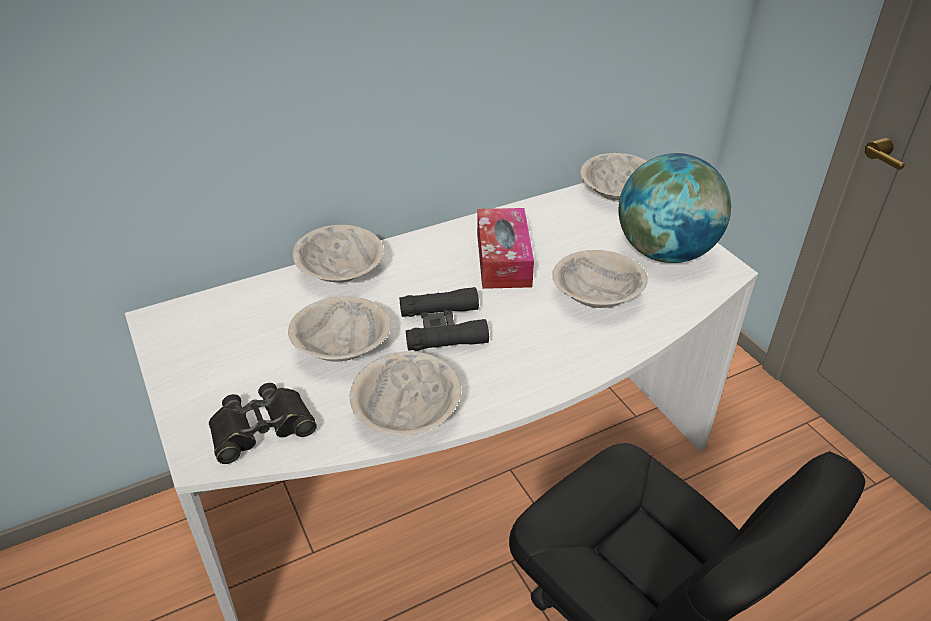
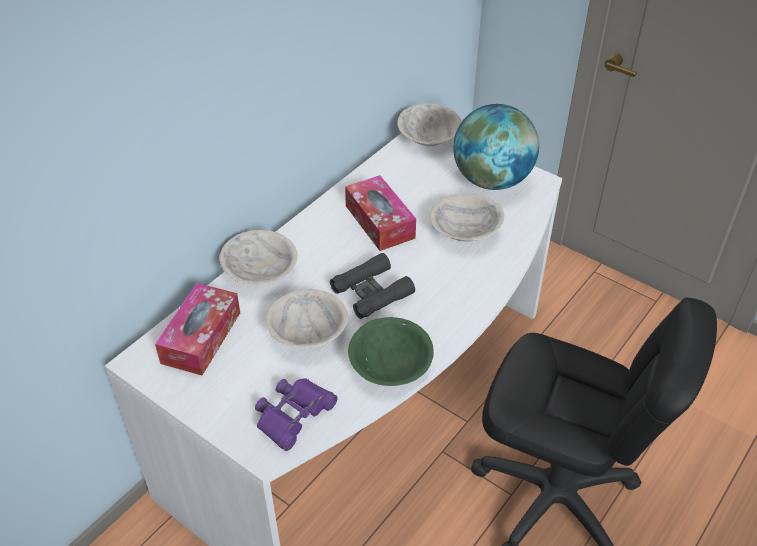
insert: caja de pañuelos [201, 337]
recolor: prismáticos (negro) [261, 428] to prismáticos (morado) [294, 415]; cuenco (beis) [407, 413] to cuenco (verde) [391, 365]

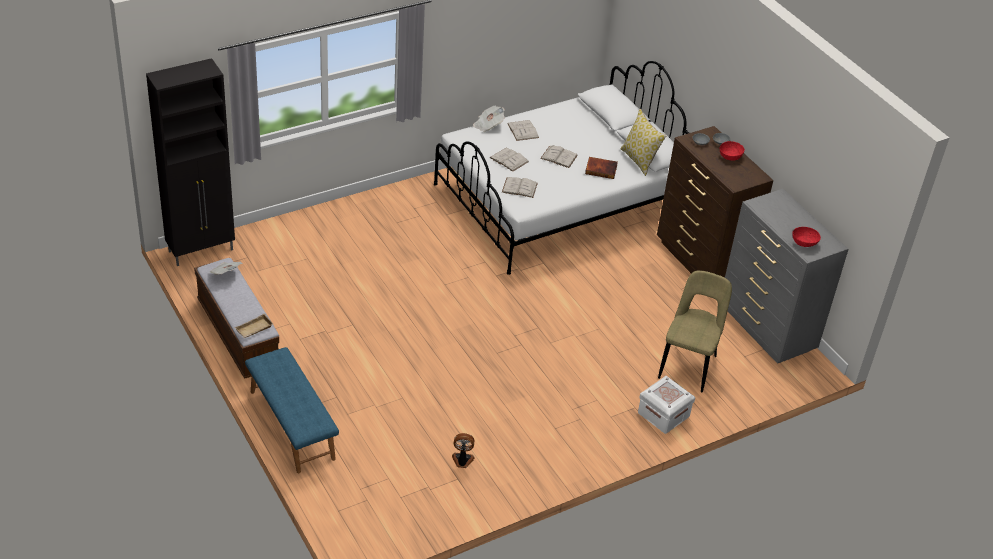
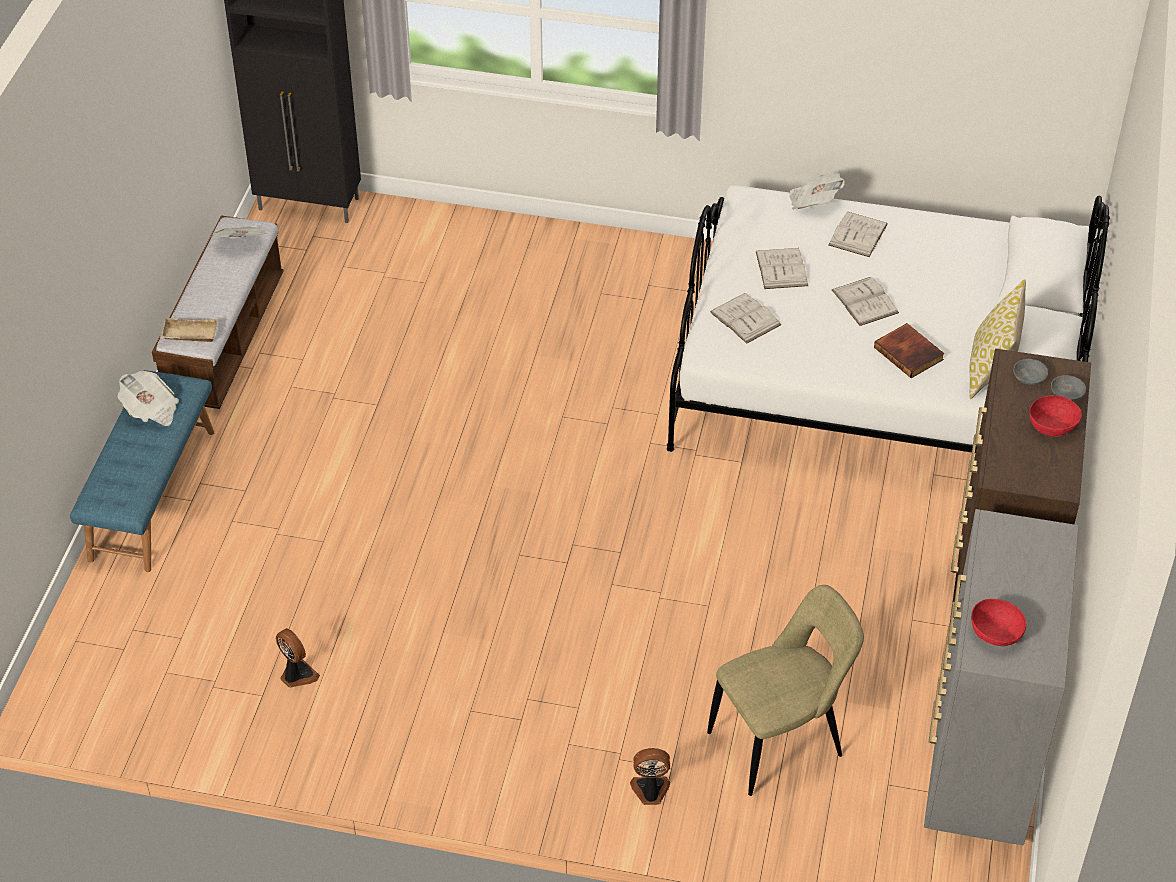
insert: periódico [151, 410]
replace: caja de almacenaje (blanco) [663, 414] to ventilador [650, 791]

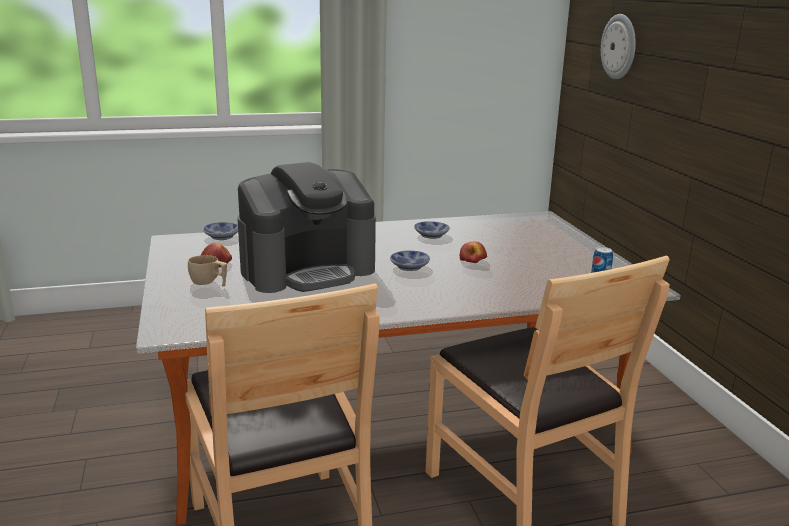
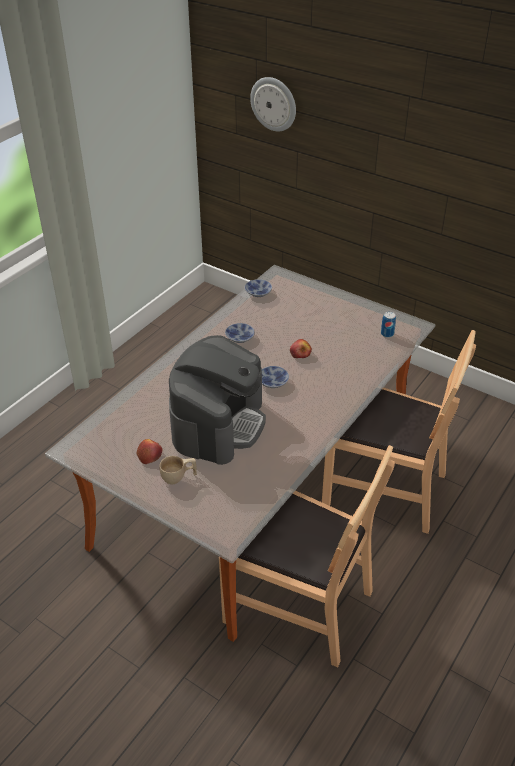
move: cuenco [220, 236] to [257, 293]

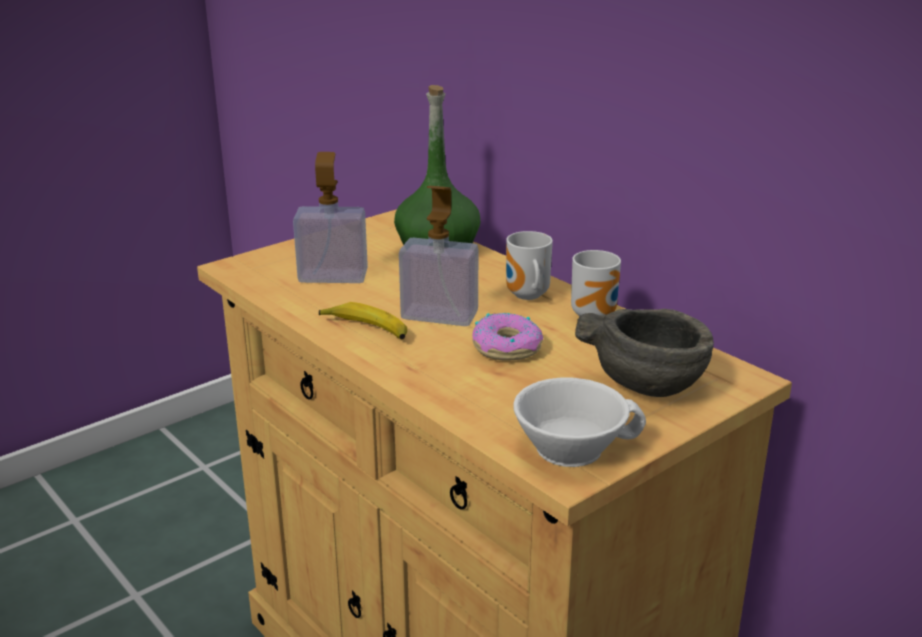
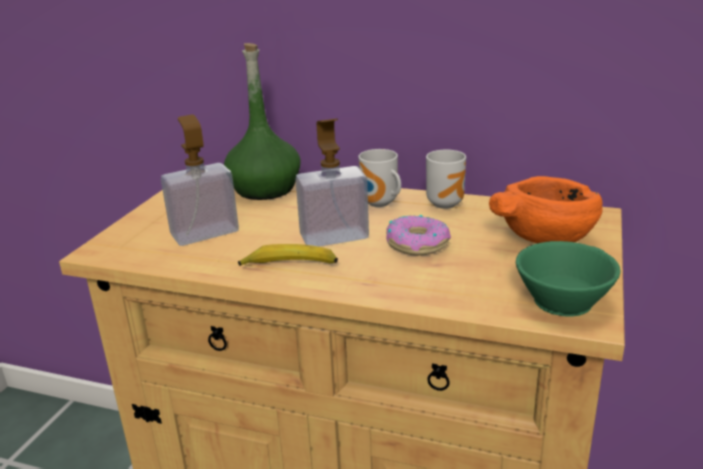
recolor: taza (blanco) [571, 445] to taza (verde) [561, 298]; cuenco (gris) [648, 383] to cuenco (naranja) [545, 237]

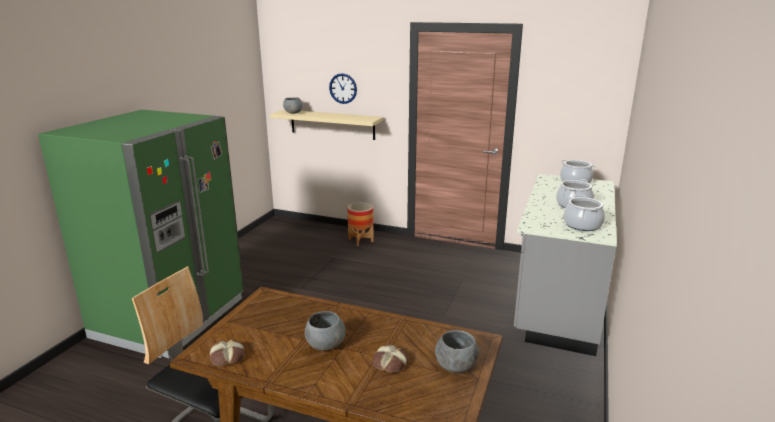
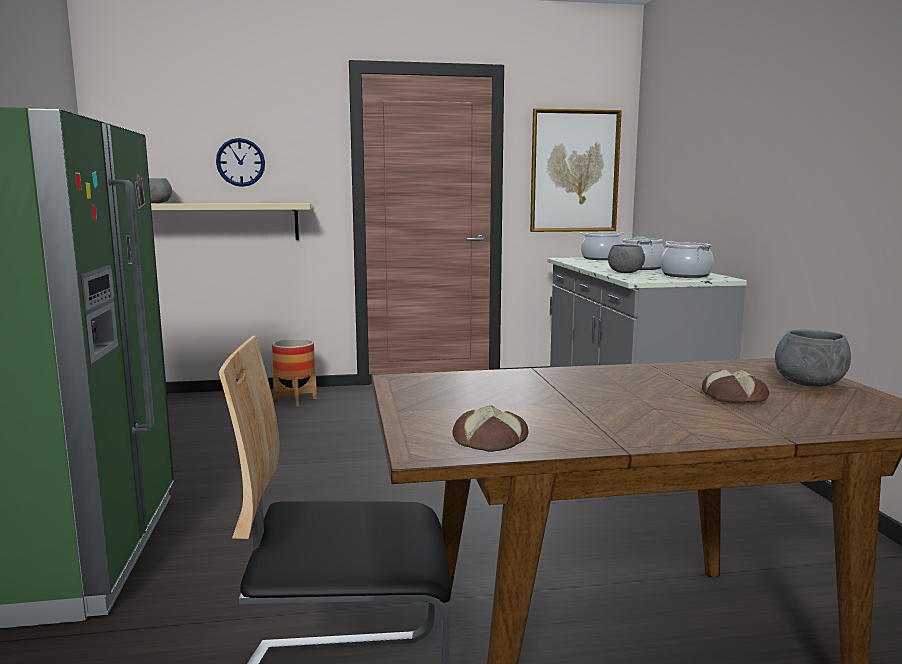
insert: cuadro [574, 171]
move: cuenco (gris) [325, 345] to [625, 272]

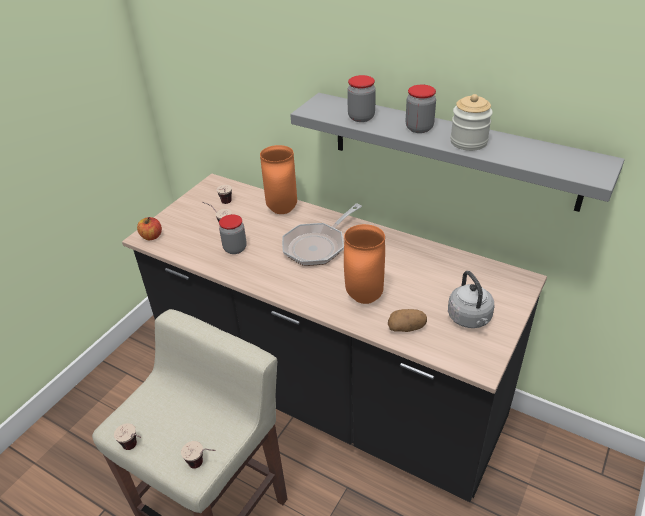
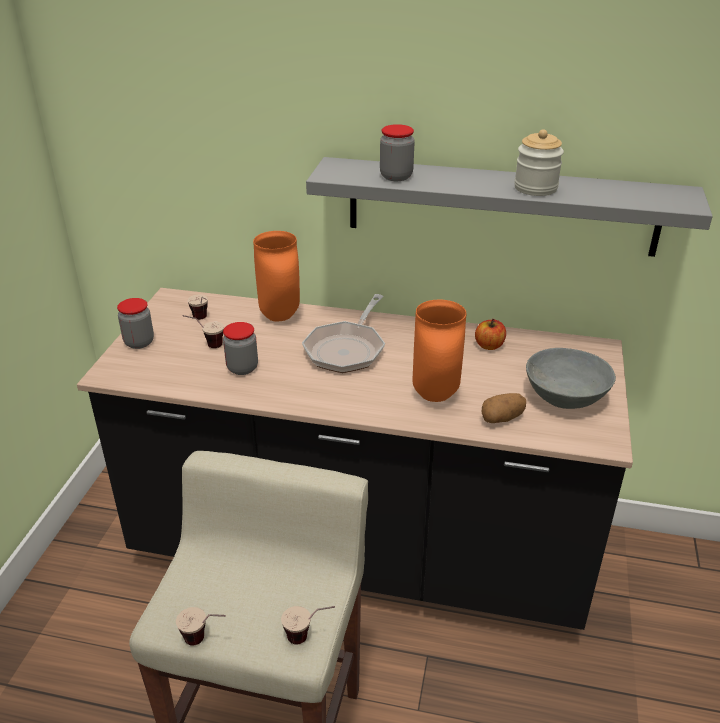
move: manzana [151, 236] to [489, 345]; tarro [419, 128] to [139, 342]
replace: hervidor (gris) [470, 319] to cuenco (gris) [566, 396]

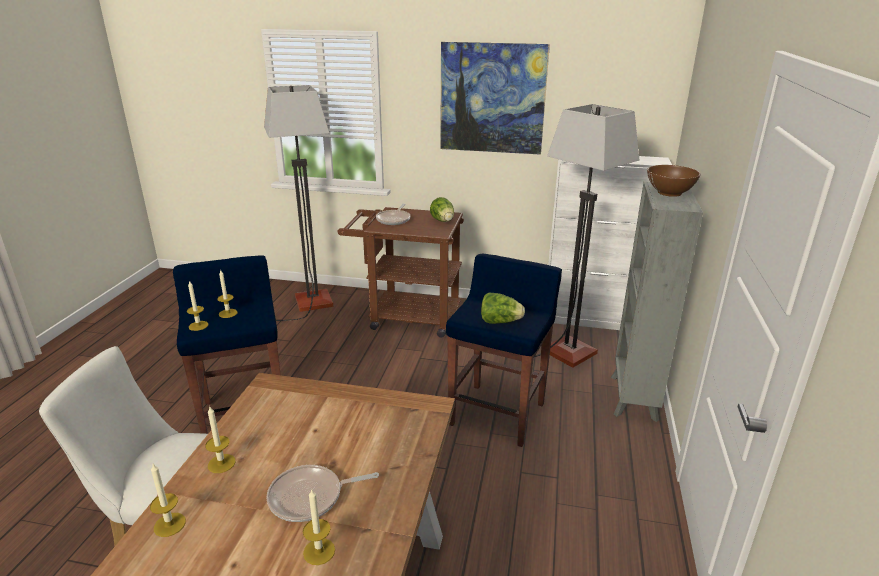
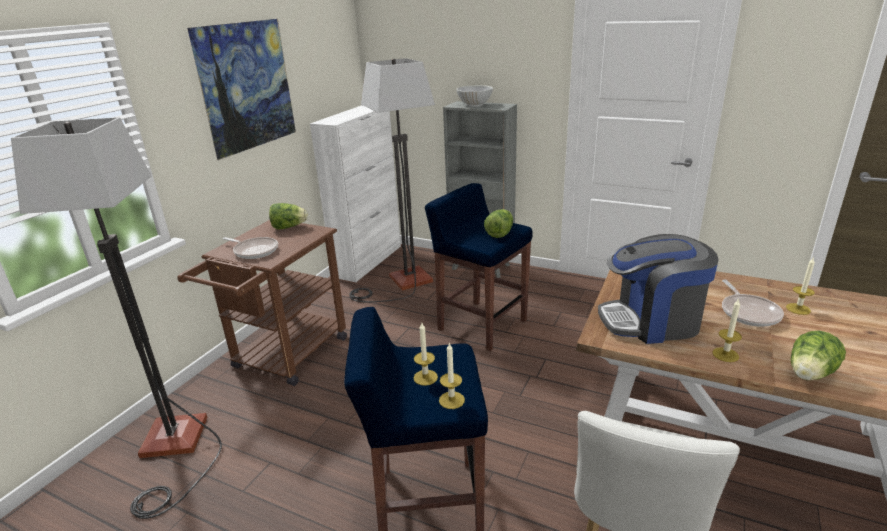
insert: cafetera [651, 321]
replace: vela [169, 524] to lechuga [809, 374]
recolor: cuenco (marrón) [670, 193] to cuenco (blanco) [474, 105]

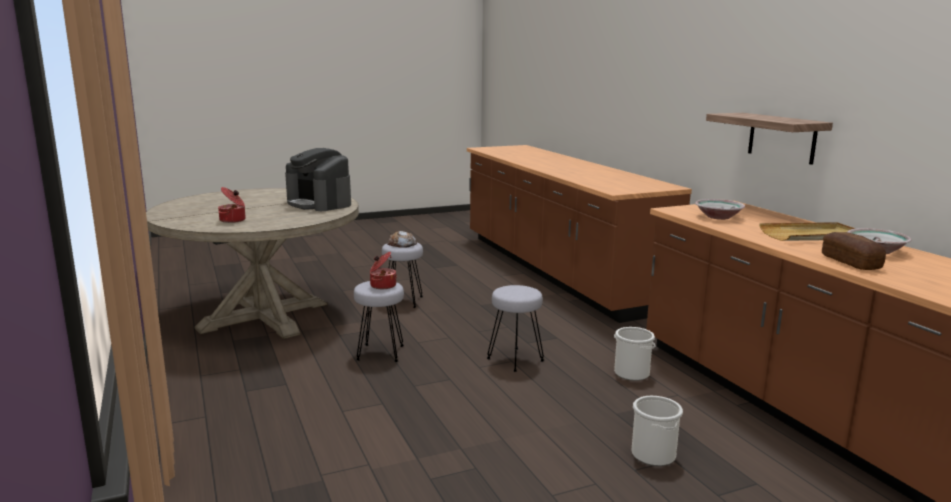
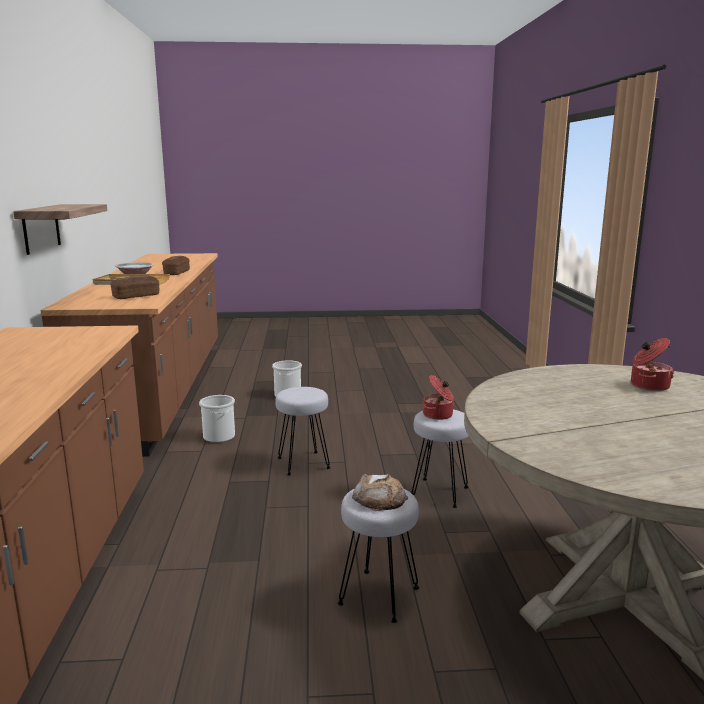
delete: cafetera [319, 203]
replace: cuenco [718, 217] to pan [136, 296]

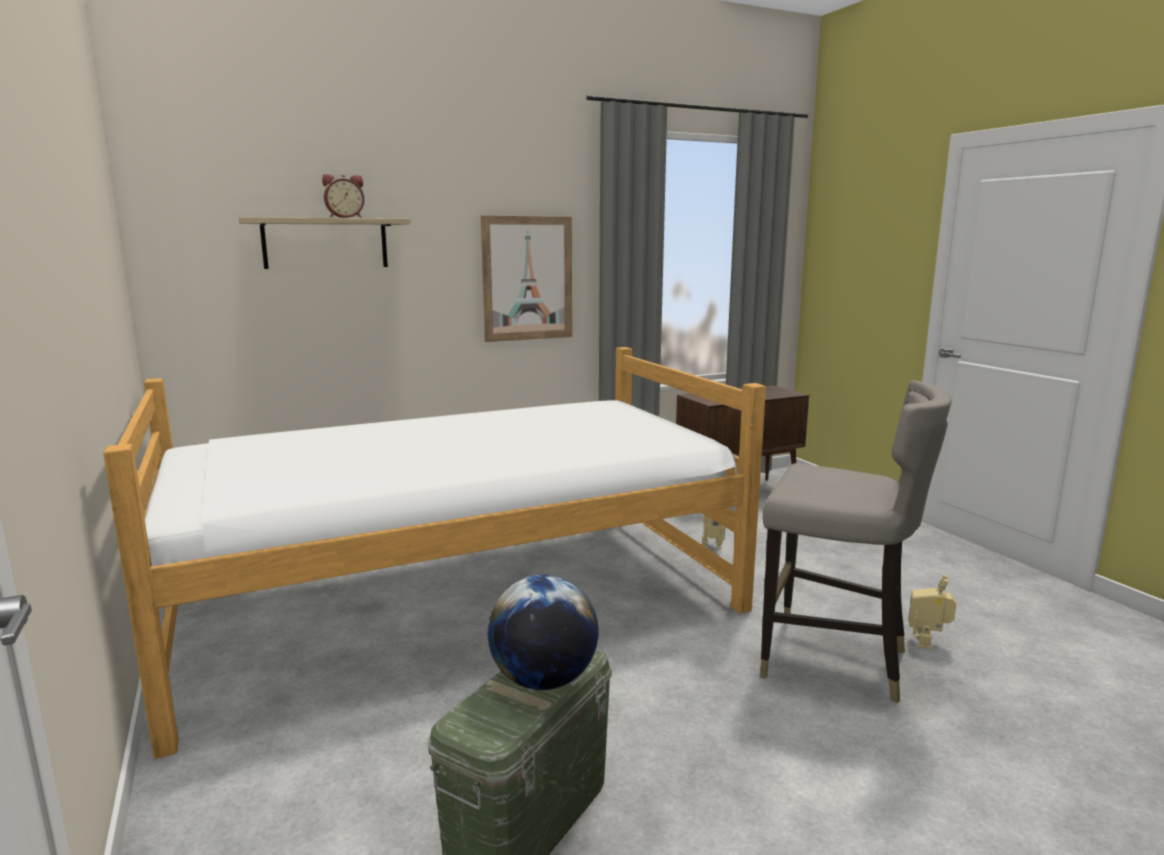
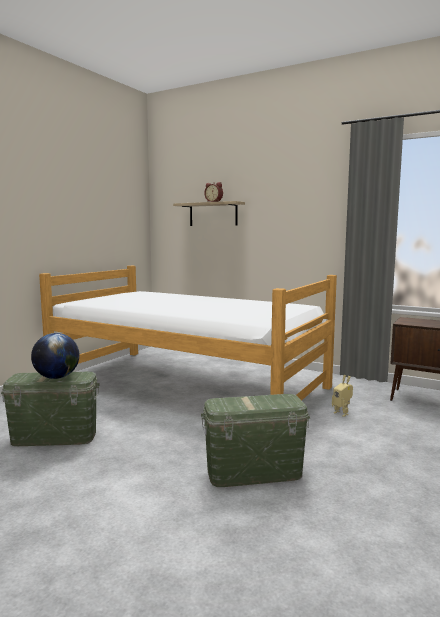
delete: cuadro [527, 278]; robot de juguete [927, 643]
replace: taburete (gris) [834, 661] to caja de almacenaje (verde) [254, 473]

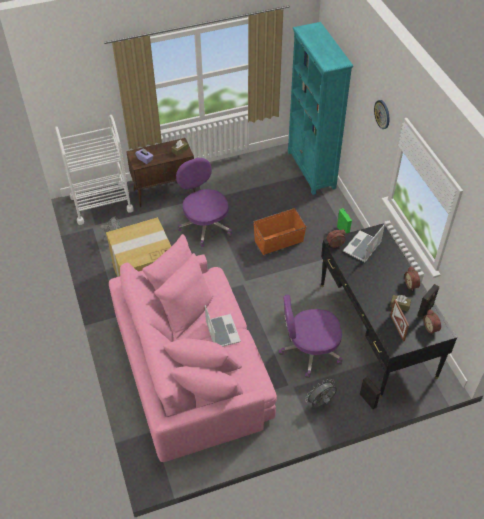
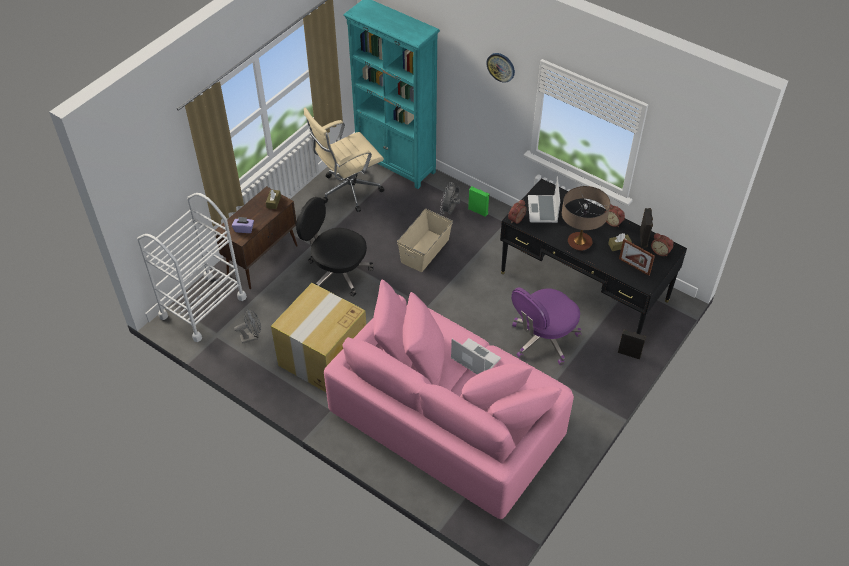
insert: silla de oficina (beis) [348, 191]; lámpara de mesa [579, 243]
move: ventilador (gris) [321, 403] to [450, 211]
recolor: silla de oficina (morado) [205, 225] to silla de oficina (negro) [337, 272]; caja de almacenaje (naranja) [279, 241] to caja de almacenaje (beis) [425, 250]

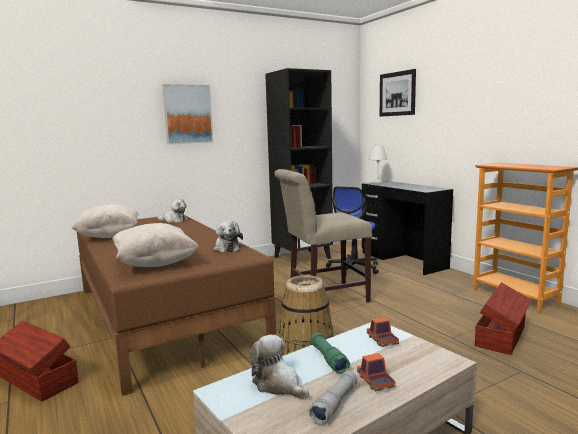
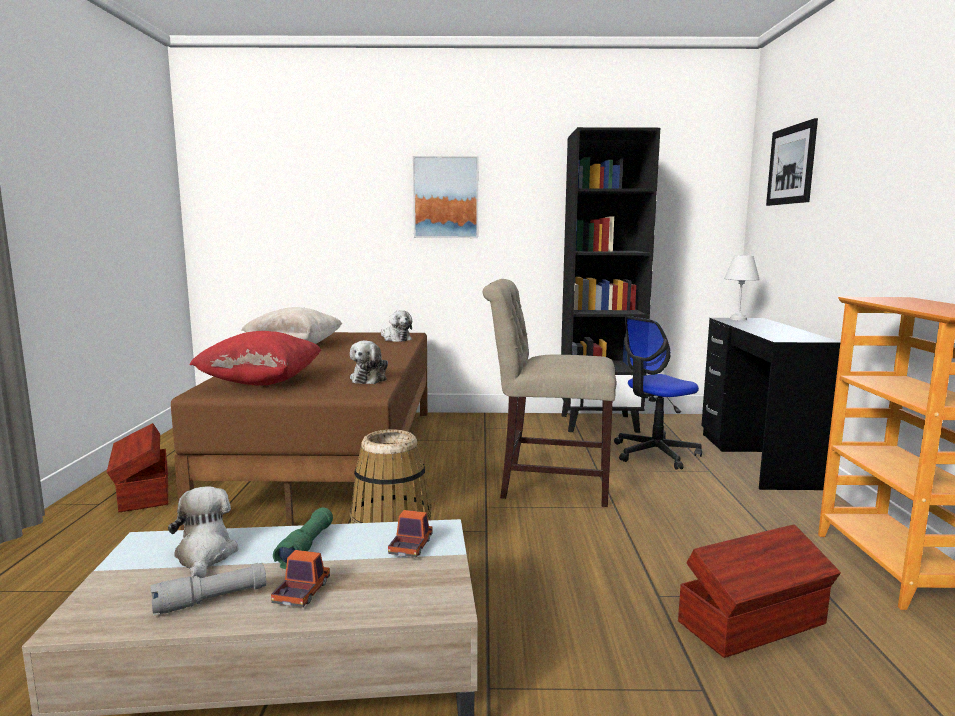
recolor: cojín (beis) [155, 264] to cojín (rojo) [261, 382]

